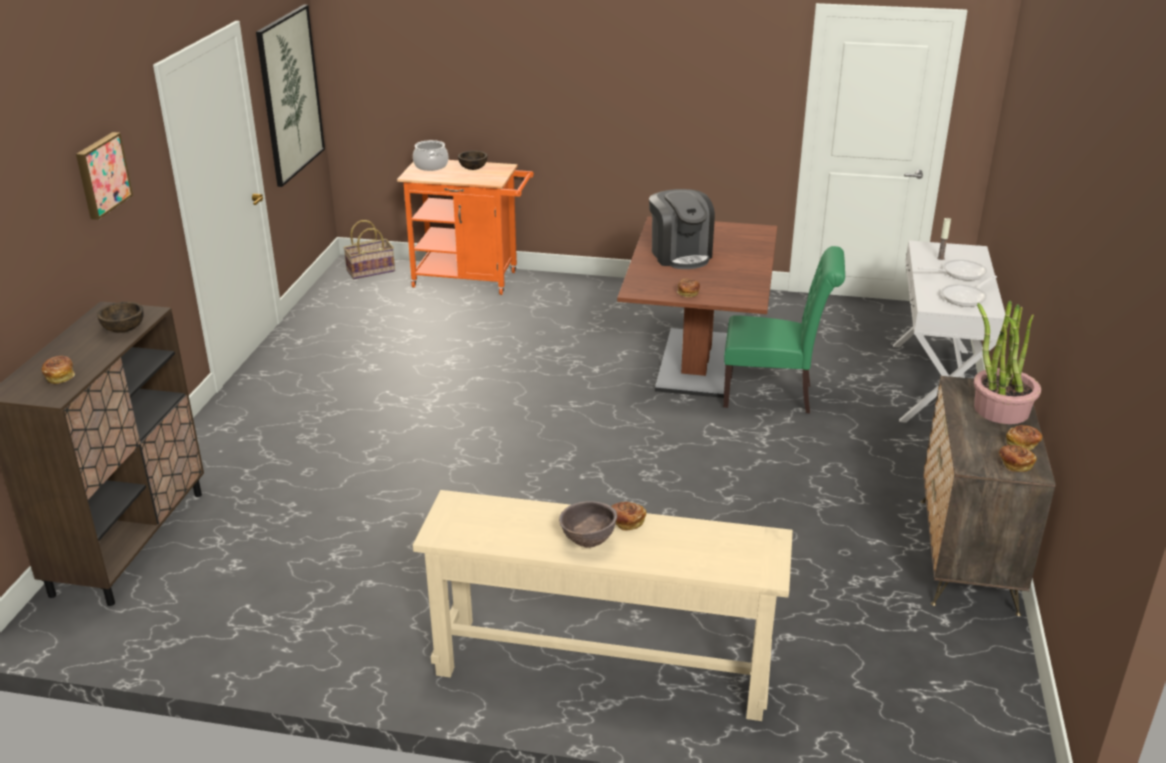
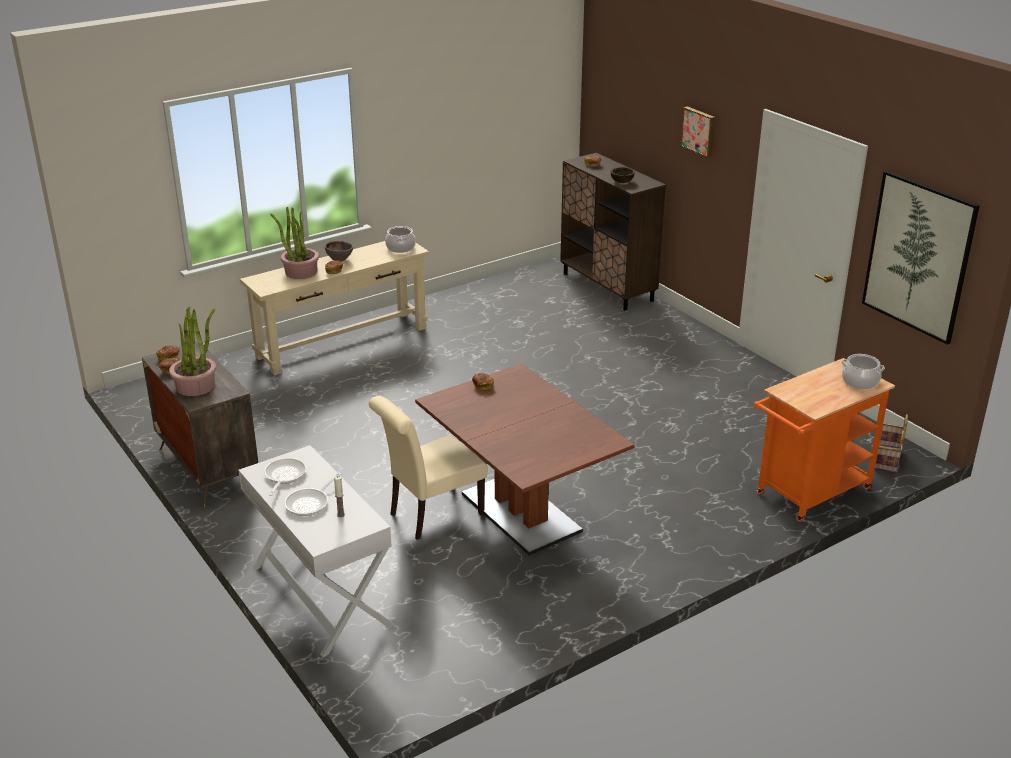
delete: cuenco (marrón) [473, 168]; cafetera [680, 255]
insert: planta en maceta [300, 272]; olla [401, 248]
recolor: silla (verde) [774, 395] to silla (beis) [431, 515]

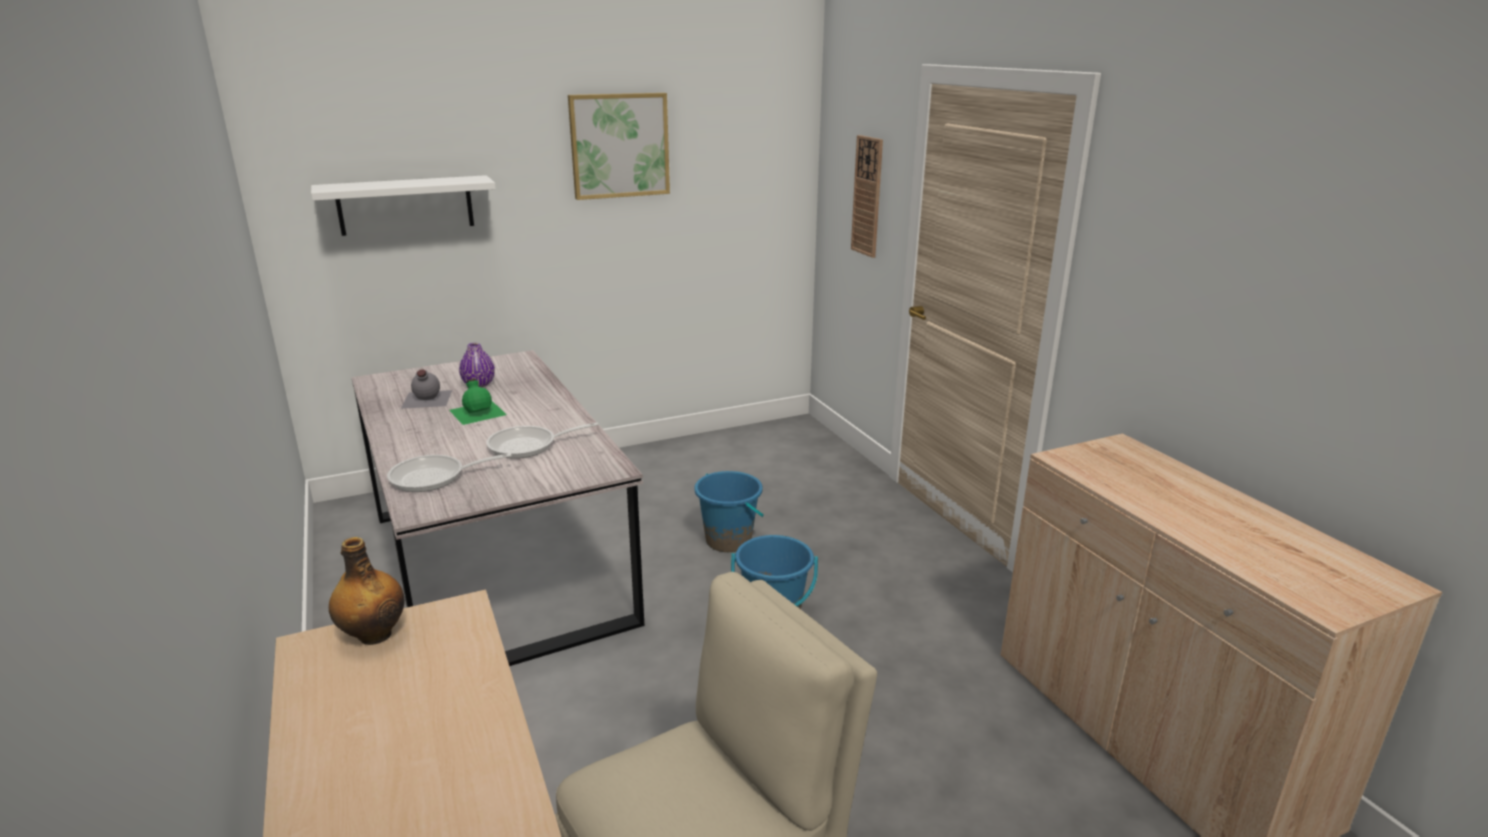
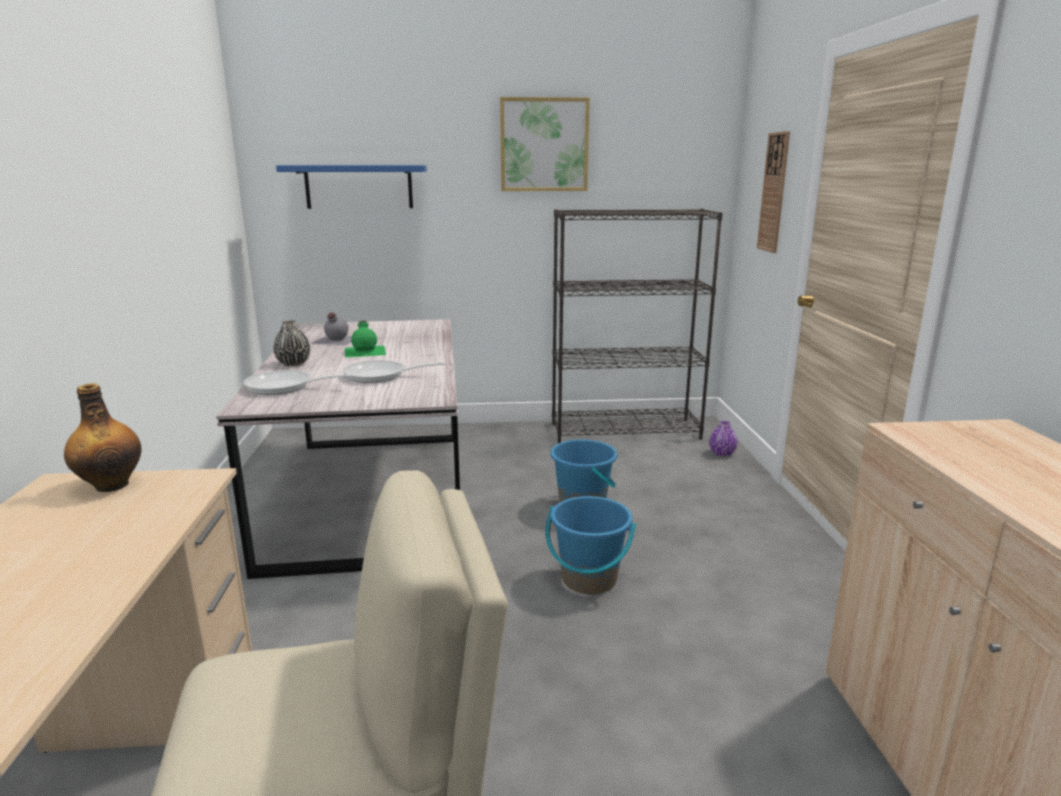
insert: florero (negro) [293, 363]; estantería (negro) [625, 431]
move: florero (morado) [479, 384] to [722, 453]
recolor: estante (blanco) [405, 205] to estante (azul) [359, 187]

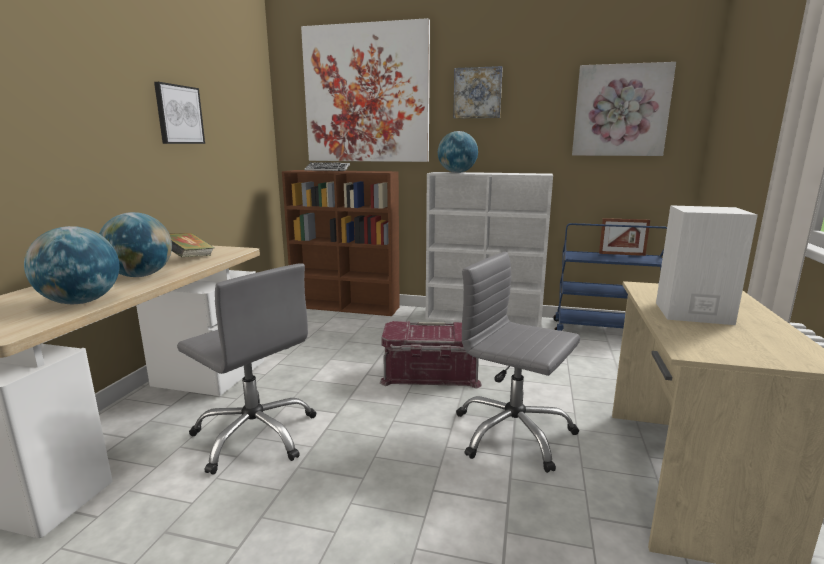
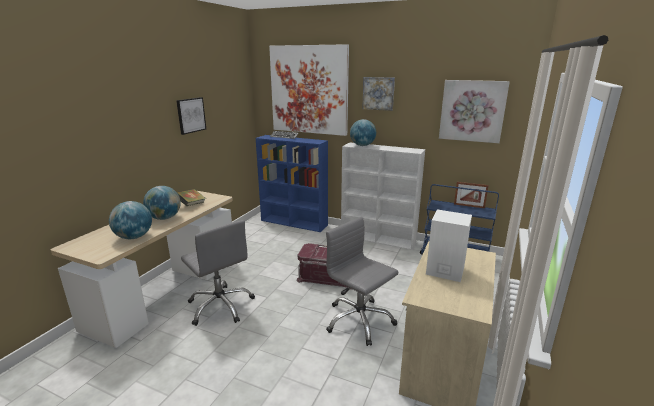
recolor: estantería (marrón) [346, 307] to estantería (azul) [294, 223]

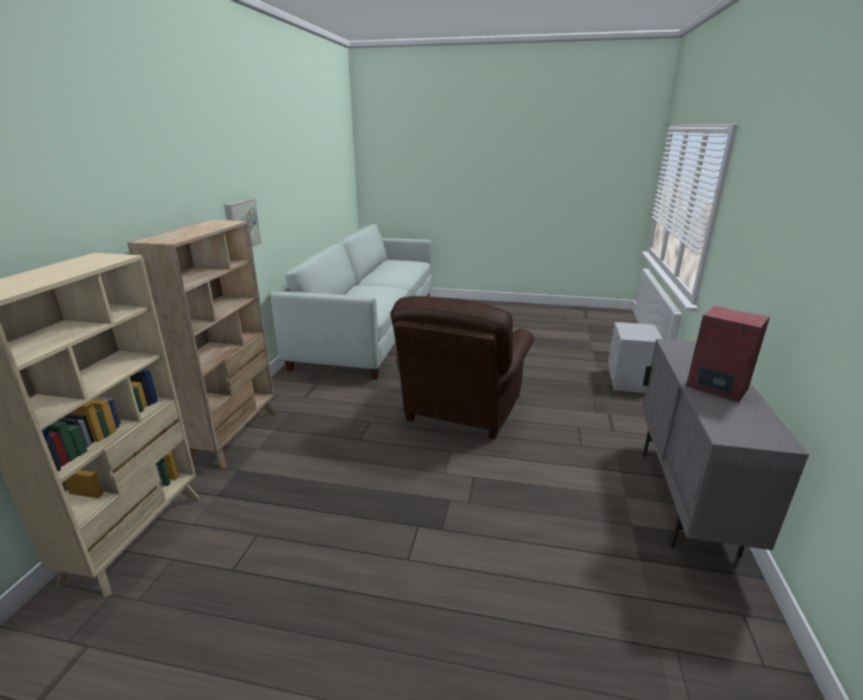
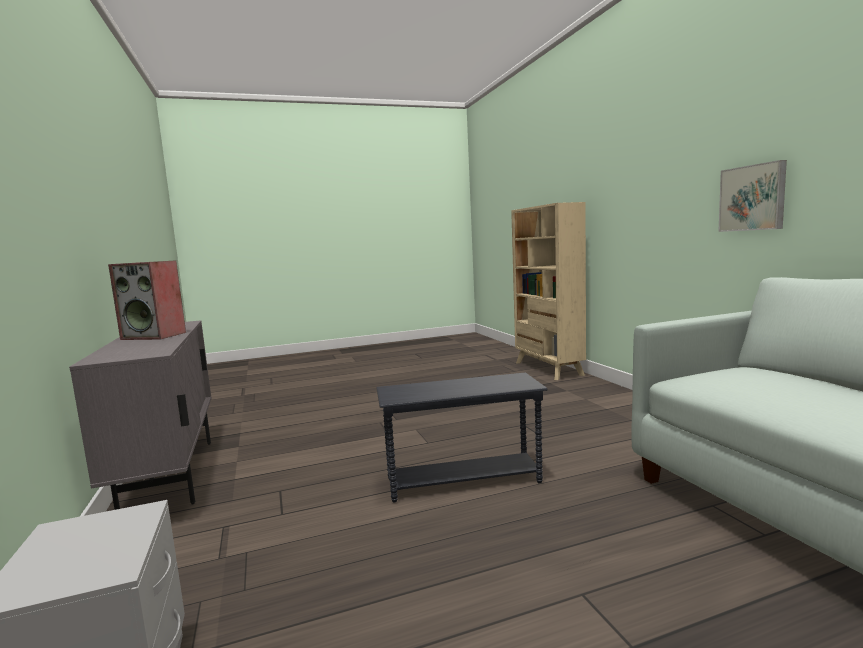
delete: estantería (beis) [235, 435]
replace: sillón (marrón) [461, 410] to mesa auxiliar (gris) [463, 480]

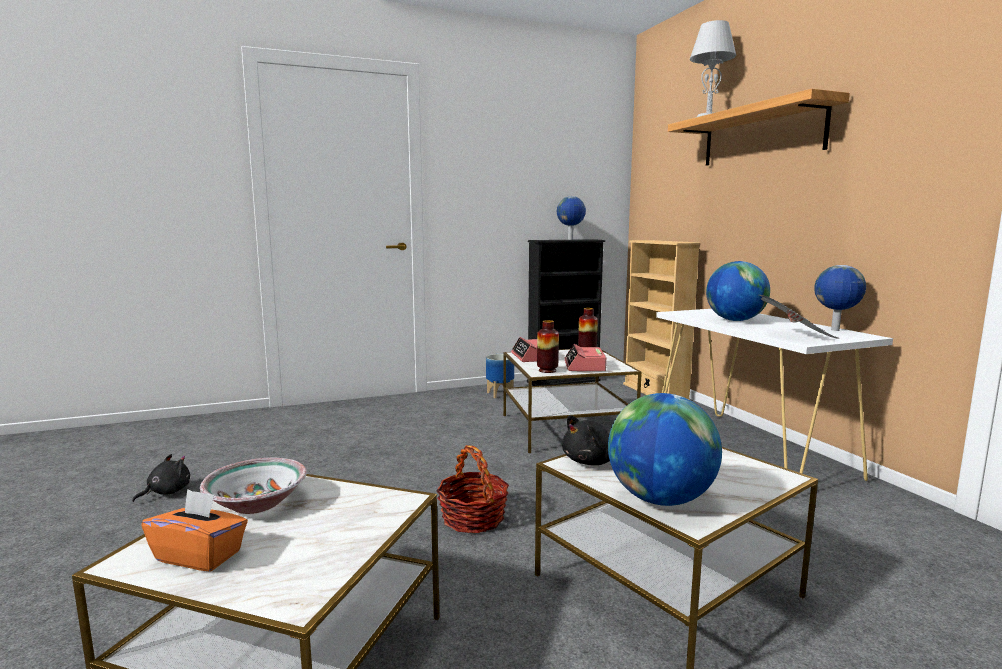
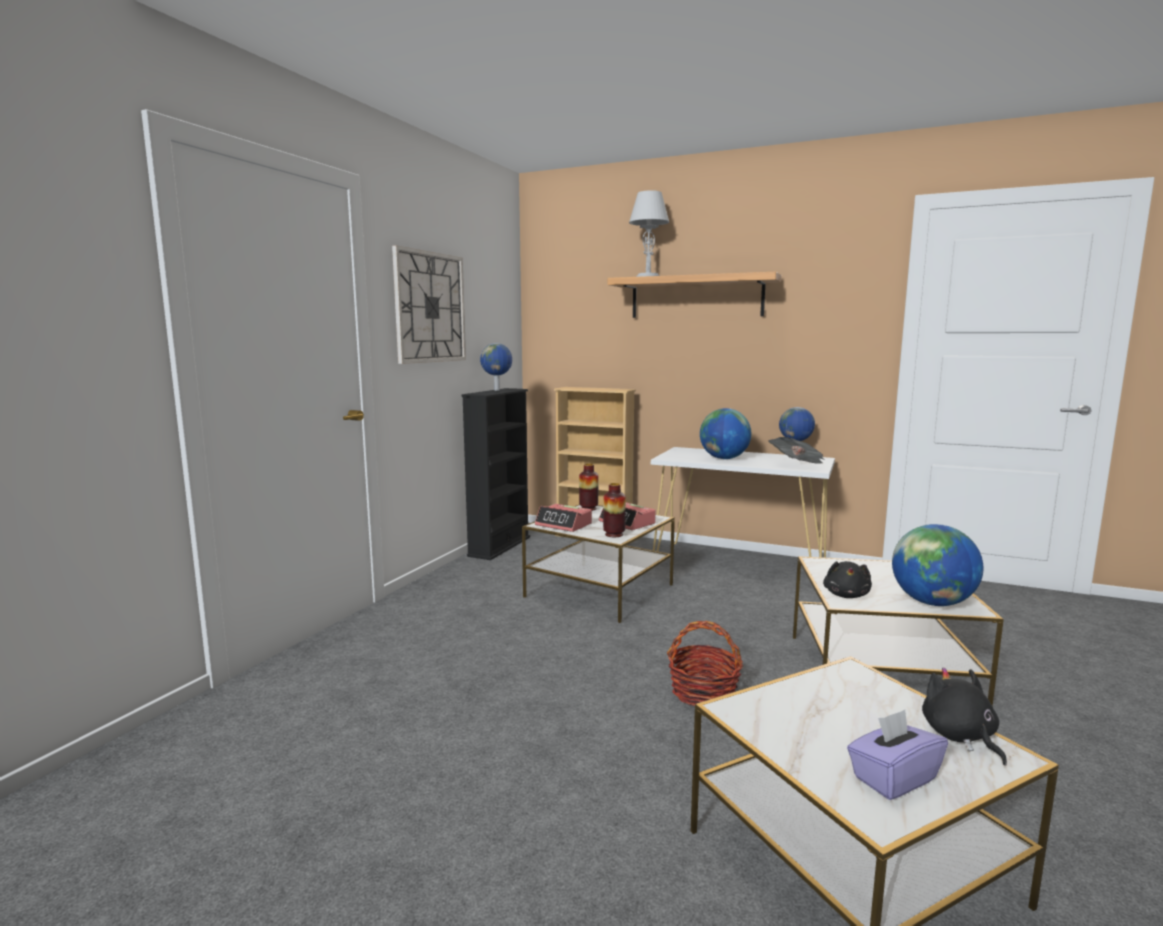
delete: cuenco [255, 503]; maceta [500, 394]
insert: reloj de pared [430, 307]
move: peluche (negro) [166, 492] to [960, 736]
recolor: caja de pañuelos (naranja) [200, 555] to caja de pañuelos (morado) [893, 778]

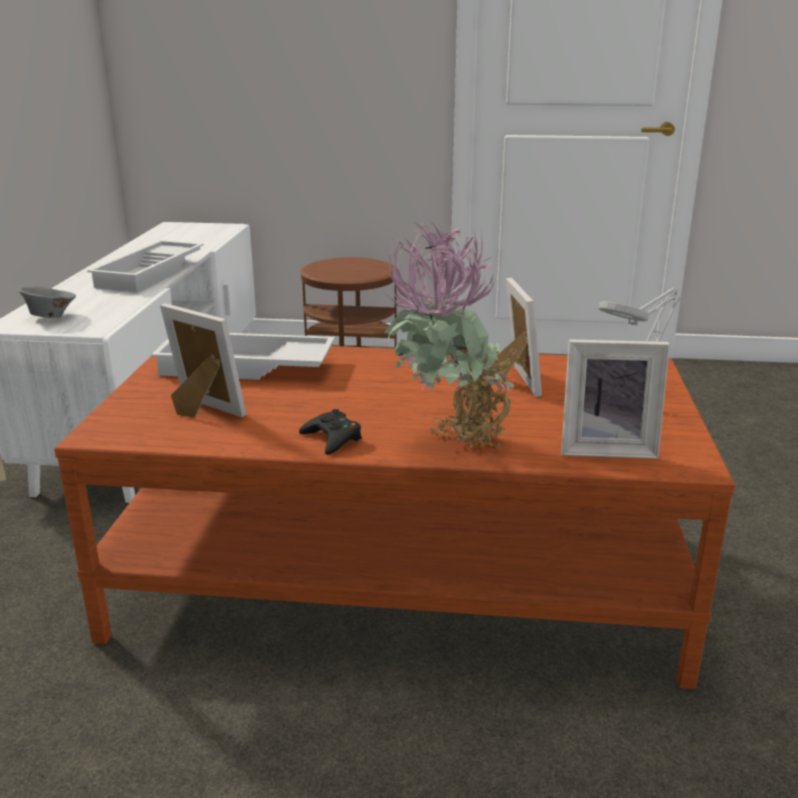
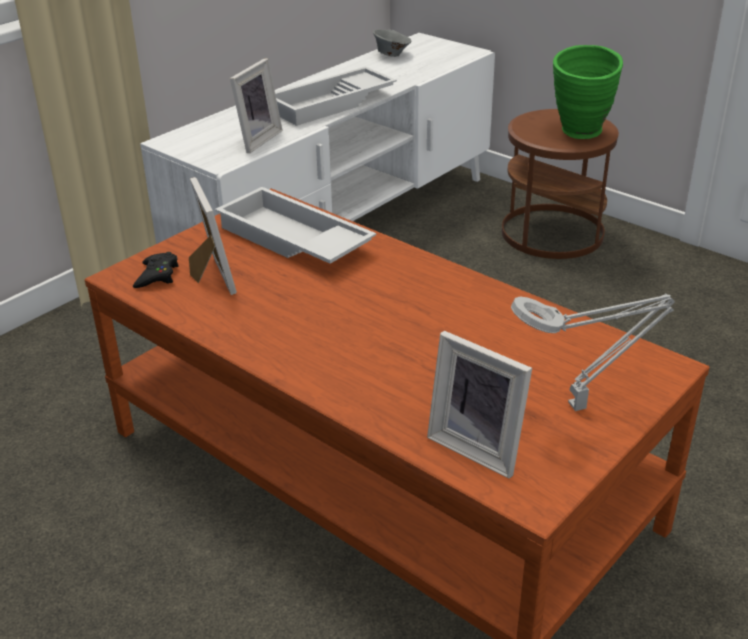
delete: planta en maceta [451, 445]
insert: florero (verde) [580, 135]
move: cuenco (gris) [50, 317] to [391, 55]; mando de consola (negro) [332, 438] to [157, 275]; portarretratos [512, 382] to [255, 140]

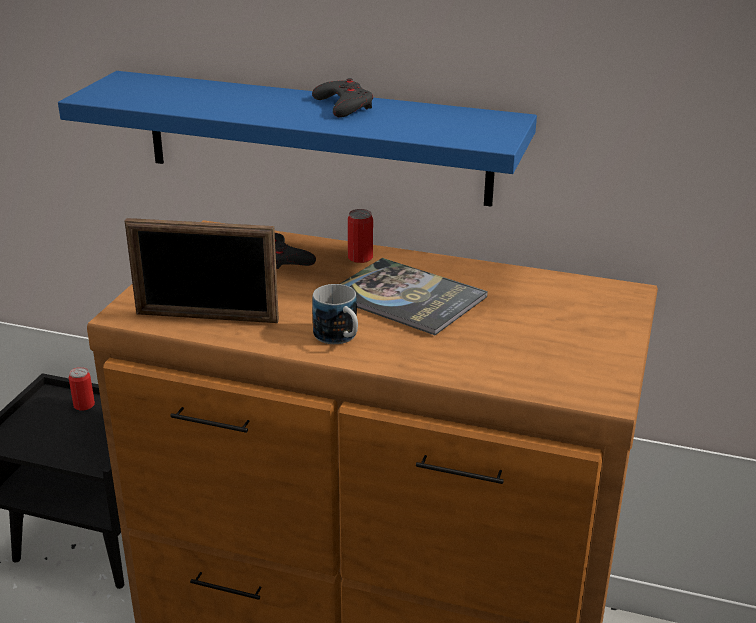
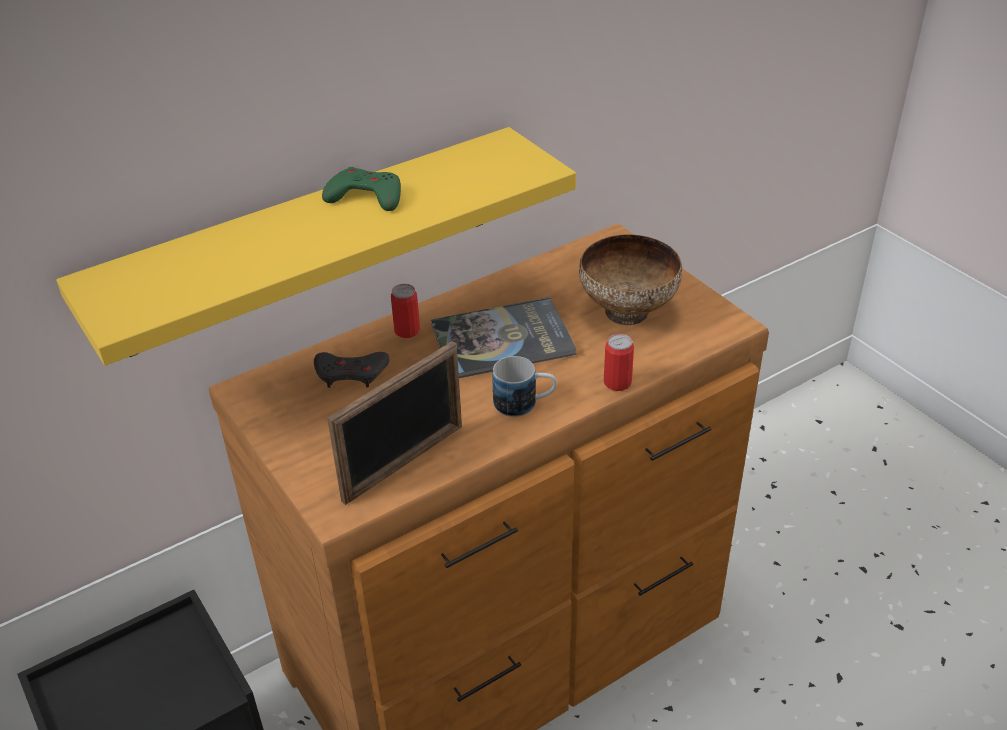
insert: cuenco [629, 312]
move: lata [84, 405] to [617, 382]
recolor: estante (azul) [316, 137] to estante (amarillo) [310, 241]; mando de consola (gris) [344, 105] to mando de consola (verde) [365, 196]

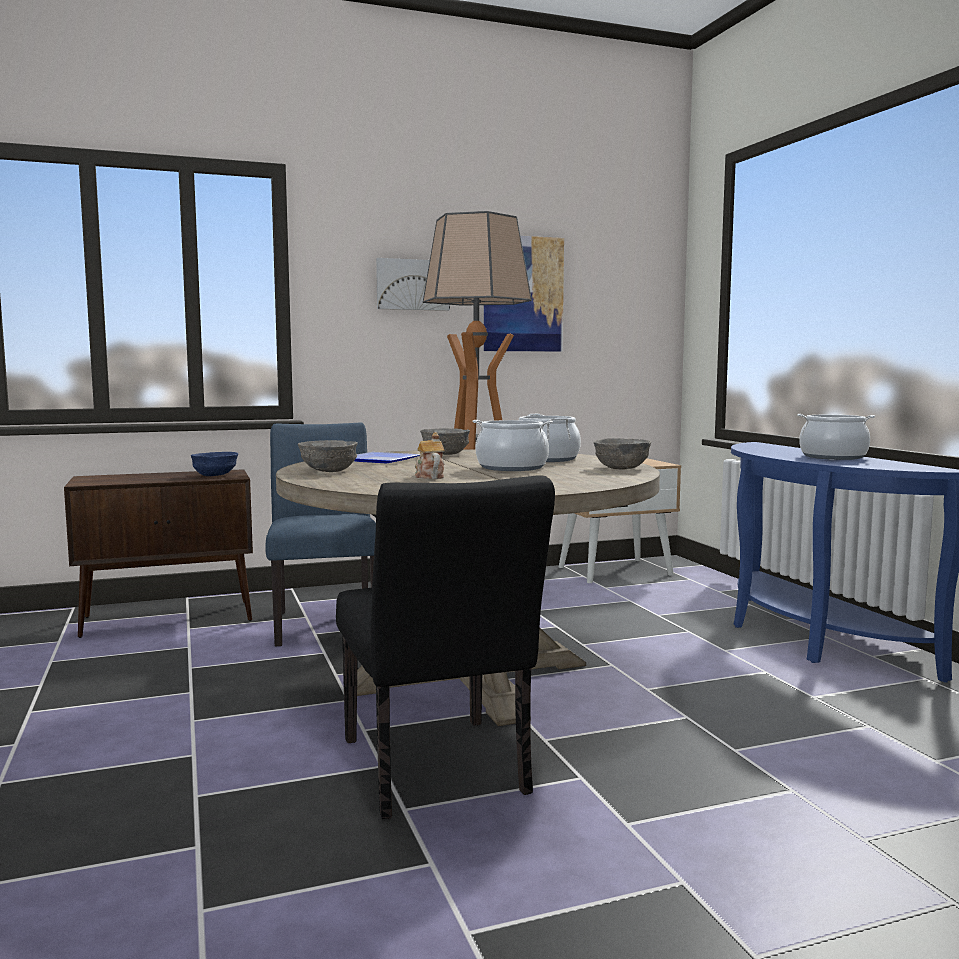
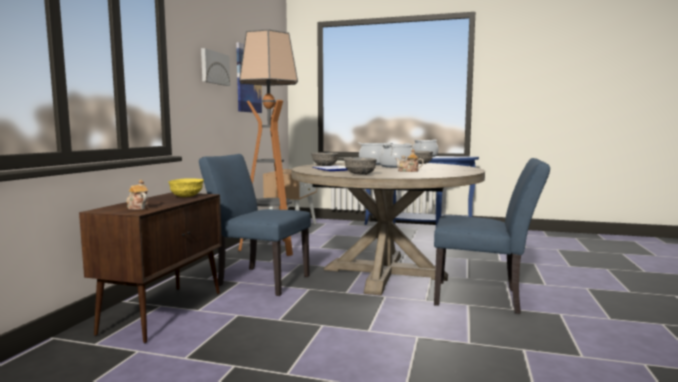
insert: tetera [137, 208]
recolor: cuenco (azul) [215, 475] to cuenco (amarillo) [187, 196]; silla (negro) [438, 773] to silla (azul) [484, 298]

